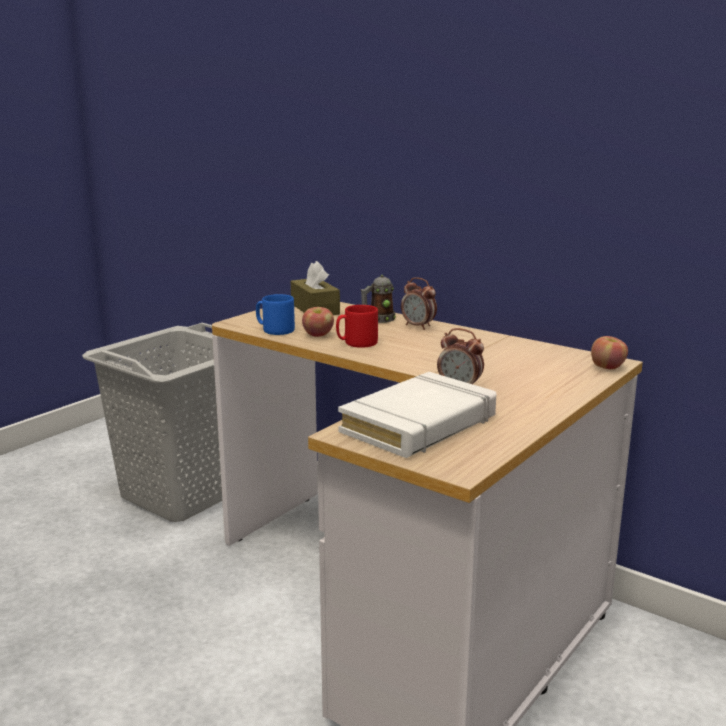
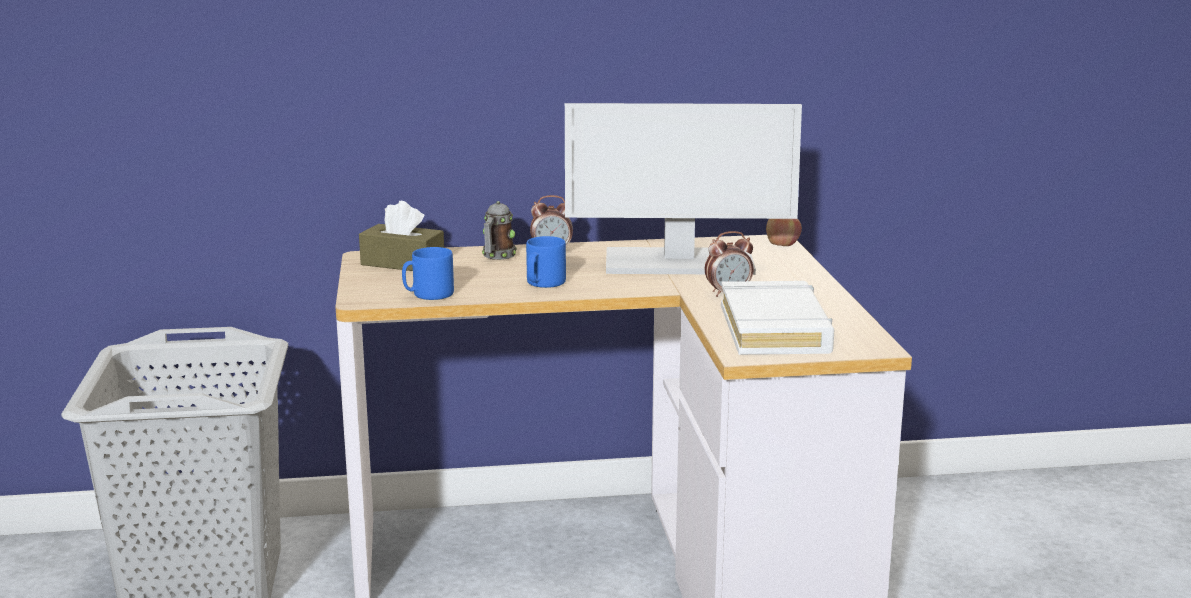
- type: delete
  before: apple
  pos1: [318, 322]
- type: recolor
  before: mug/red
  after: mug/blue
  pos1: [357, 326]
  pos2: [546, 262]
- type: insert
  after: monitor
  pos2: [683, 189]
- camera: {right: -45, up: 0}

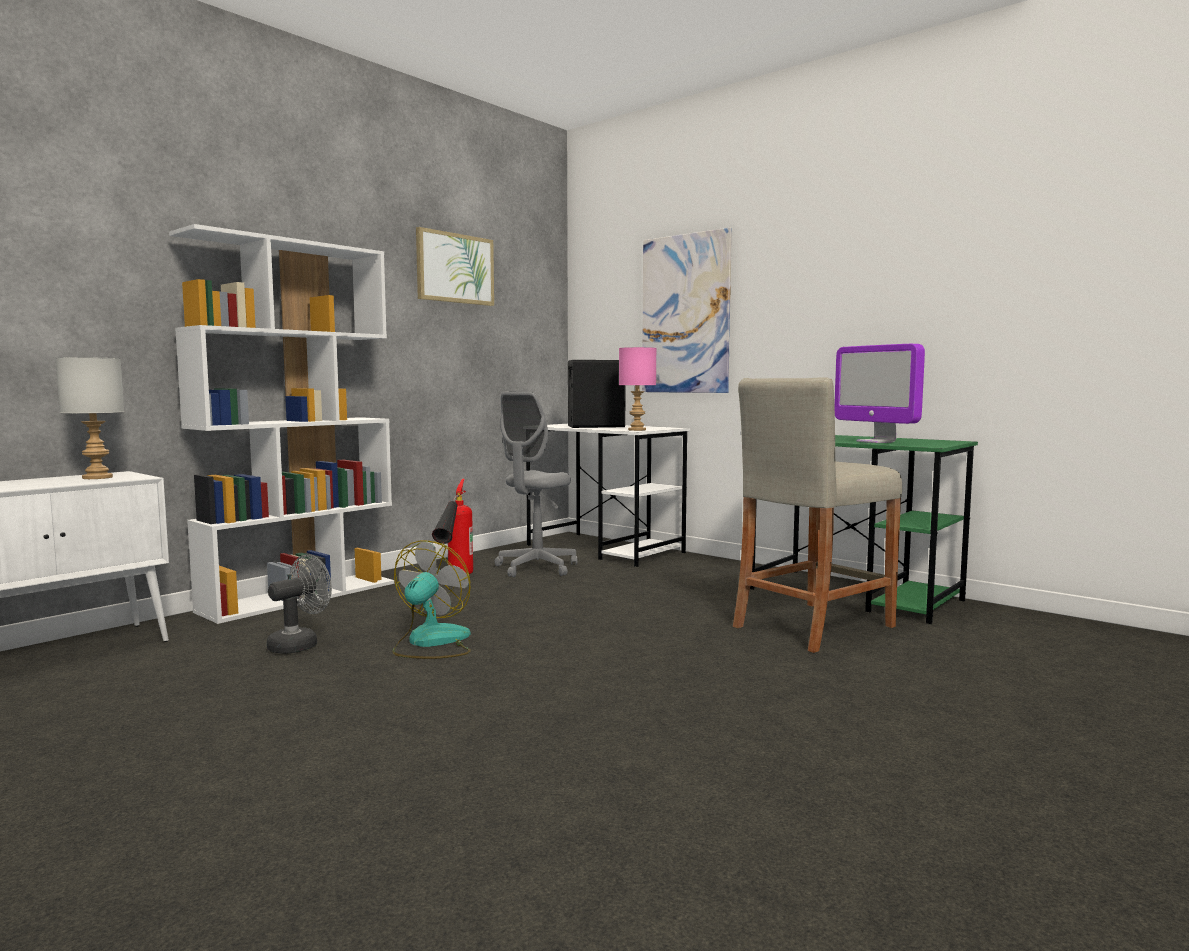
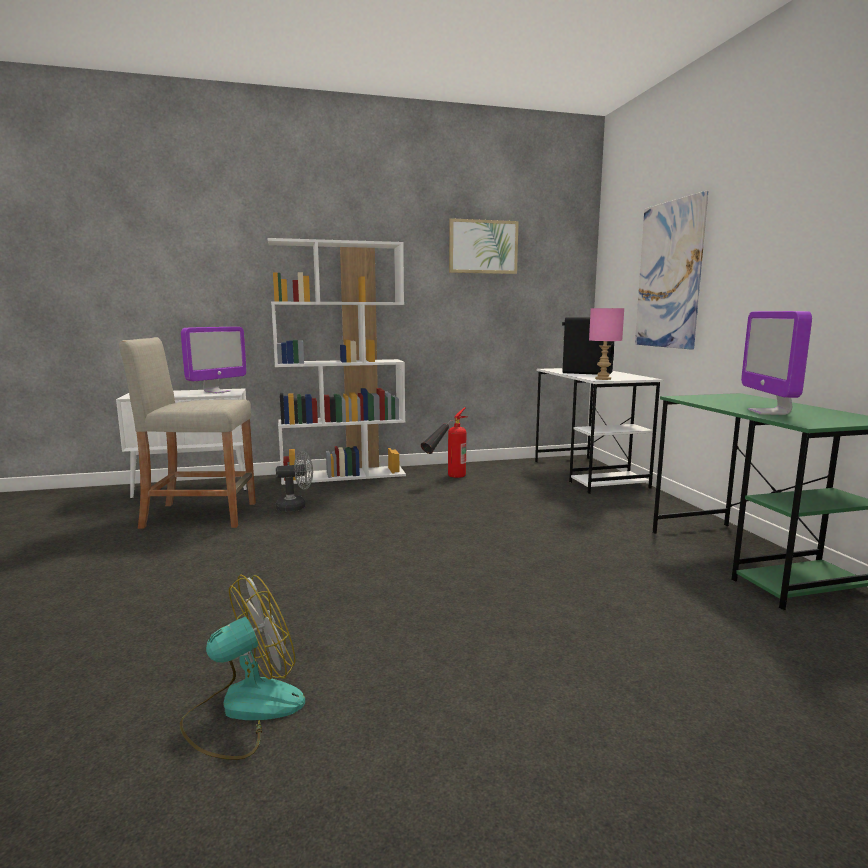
- type: replace
  before: table lamp/grey
  after: monitor
  pos1: [90, 418]
  pos2: [213, 360]
- type: move
  before: fan
  pos1: [432, 599]
  pos2: [242, 667]
- type: delete
  before: office chair/grey
  pos1: [535, 484]
- type: move
  before: stool/beige
  pos1: [817, 515]
  pos2: [187, 433]
- camera: {right: 35, up: 5}

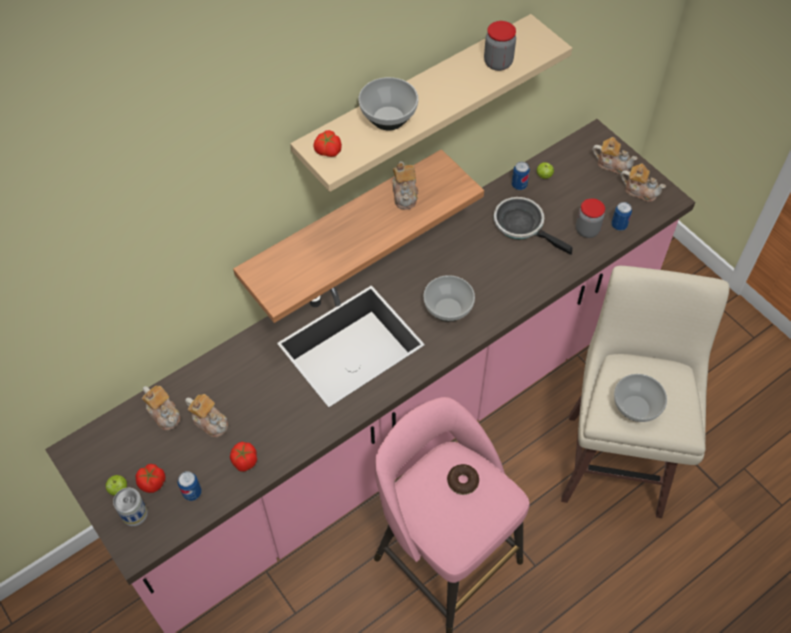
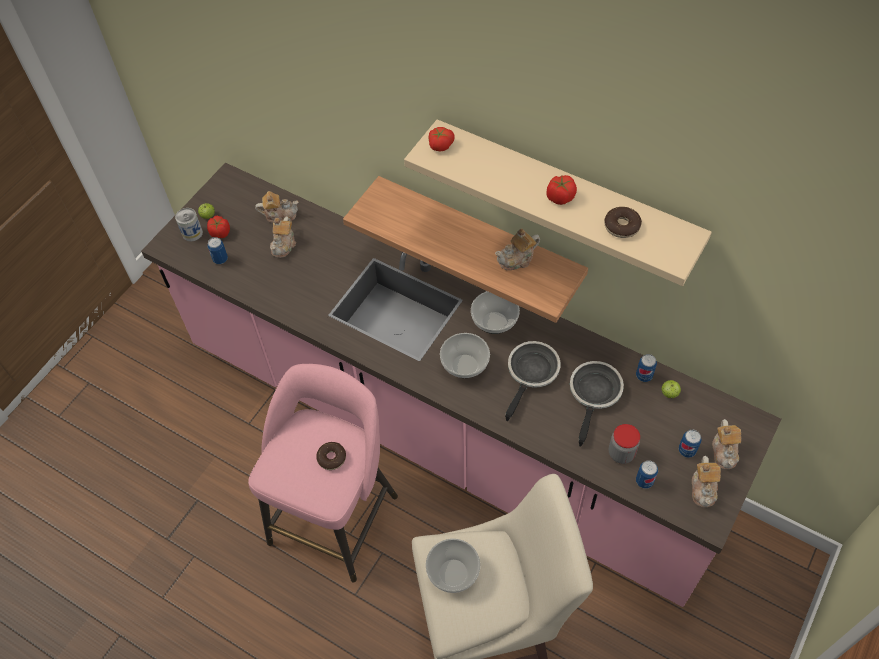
- type: rotate
  before: teapot
  pos1: [161, 408]
  pos2: [277, 207]
  turn: -120
- type: move
  before: tomato
  pos1: [243, 456]
  pos2: [562, 190]
- type: move
  before: bowl
  pos1: [388, 103]
  pos2: [495, 312]
- type: replace
  before: jar
  after: donut
  pos1: [500, 46]
  pos2: [623, 222]
- type: insert
  after: frying pan
  pos2: [533, 381]
- type: insert
  after: can
  pos2: [690, 443]
- camera: {right: 70, up: 0}

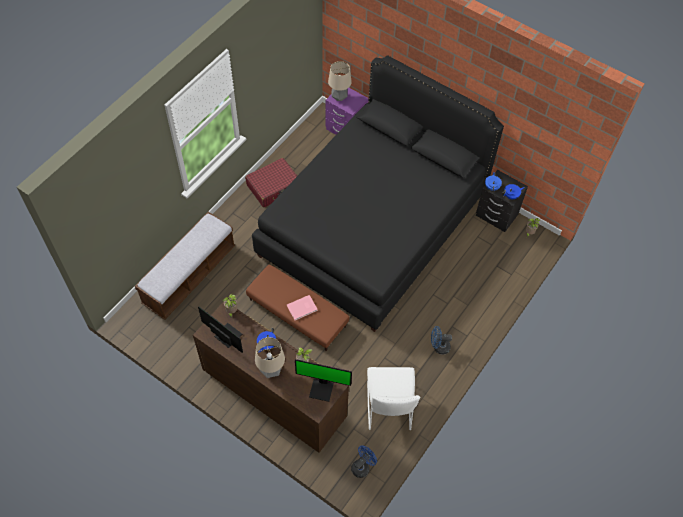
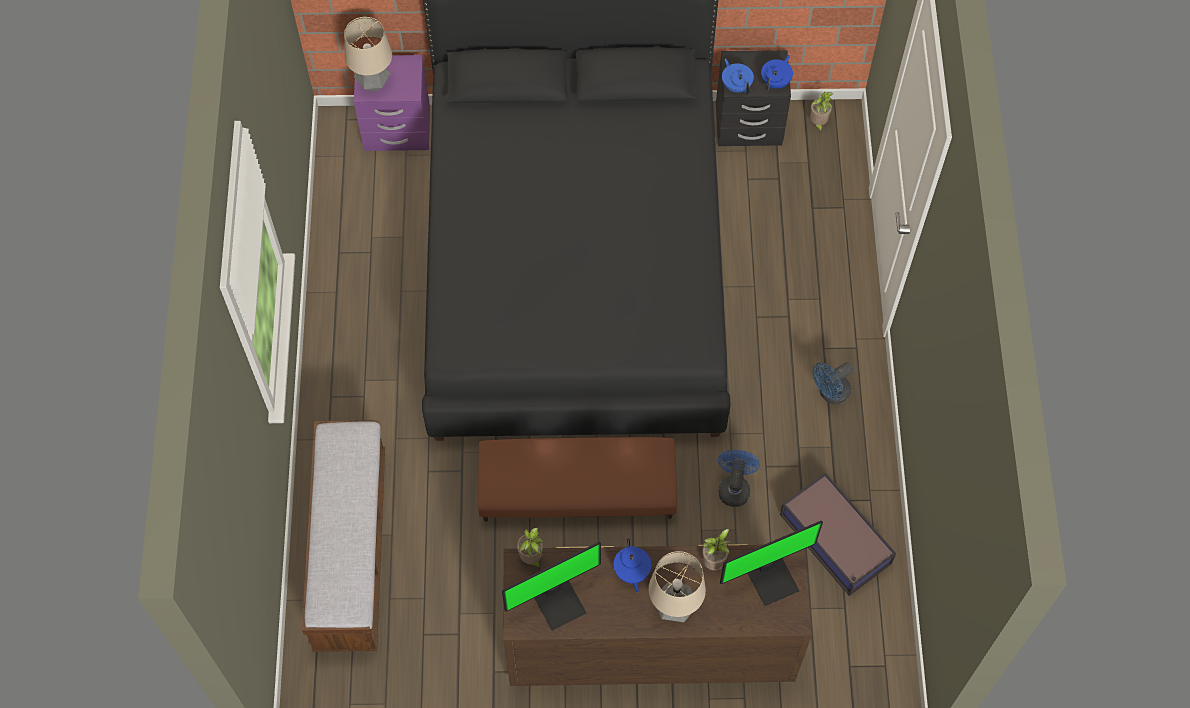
- type: rotate
  before: monitor
  pos1: [220, 329]
  pos2: [551, 586]
  turn: 150
- type: delete
  before: suitcase/red
  pos1: [271, 182]
- type: delete
  before: book/pink
  pos1: [302, 307]
- type: move
  before: fan/blue
  pos1: [364, 461]
  pos2: [739, 478]
- type: replace
  before: chair/white
  after: storage box
  pos1: [393, 398]
  pos2: [838, 534]
- camera: {right: -35, up: 5}

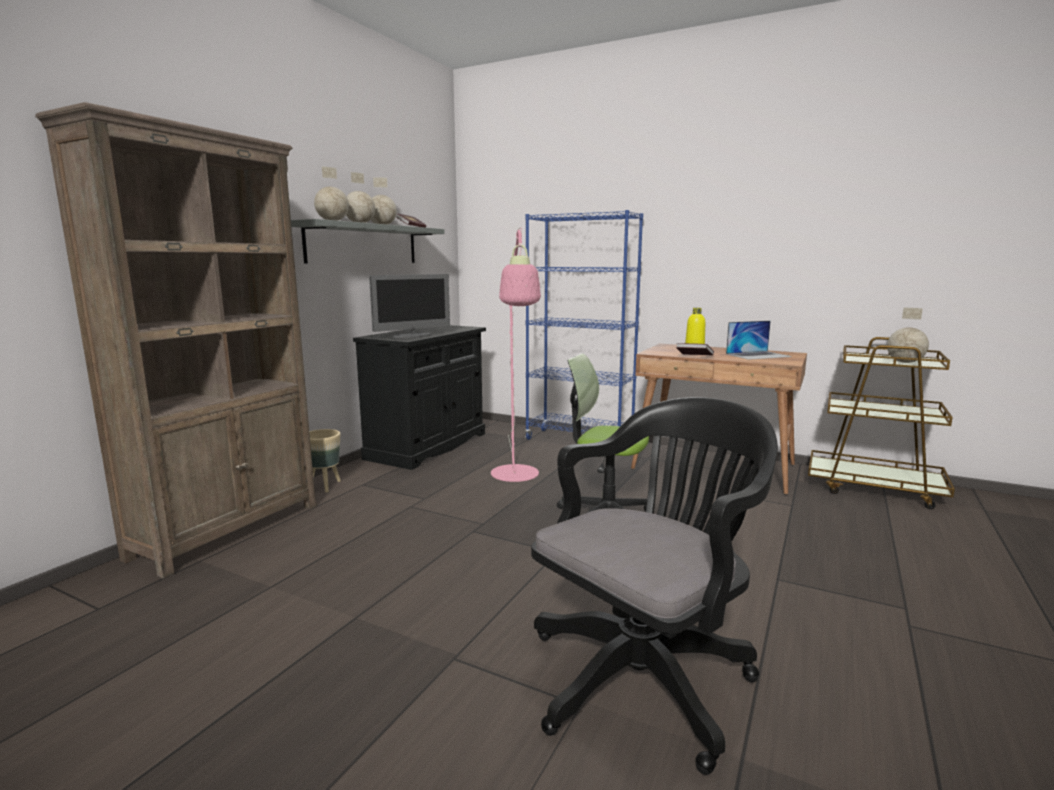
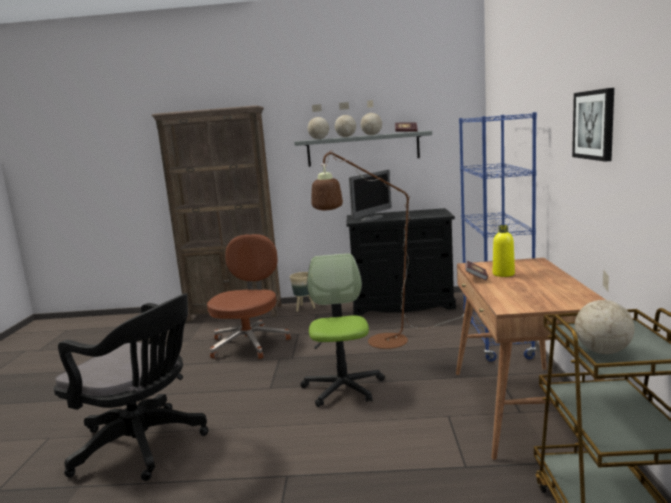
- type: rotate
  before: monitor
  pos1: [409, 306]
  pos2: [370, 196]
  turn: -75
- type: recolor
  before: floor lamp/pink
  after: floor lamp/brown
  pos1: [516, 354]
  pos2: [387, 249]
- type: delete
  before: laptop
  pos1: [759, 340]
- type: insert
  after: office chair/brown
  pos2: [249, 296]
- type: insert
  after: picture
  pos2: [593, 125]
- camera: {right: 65, up: 0}

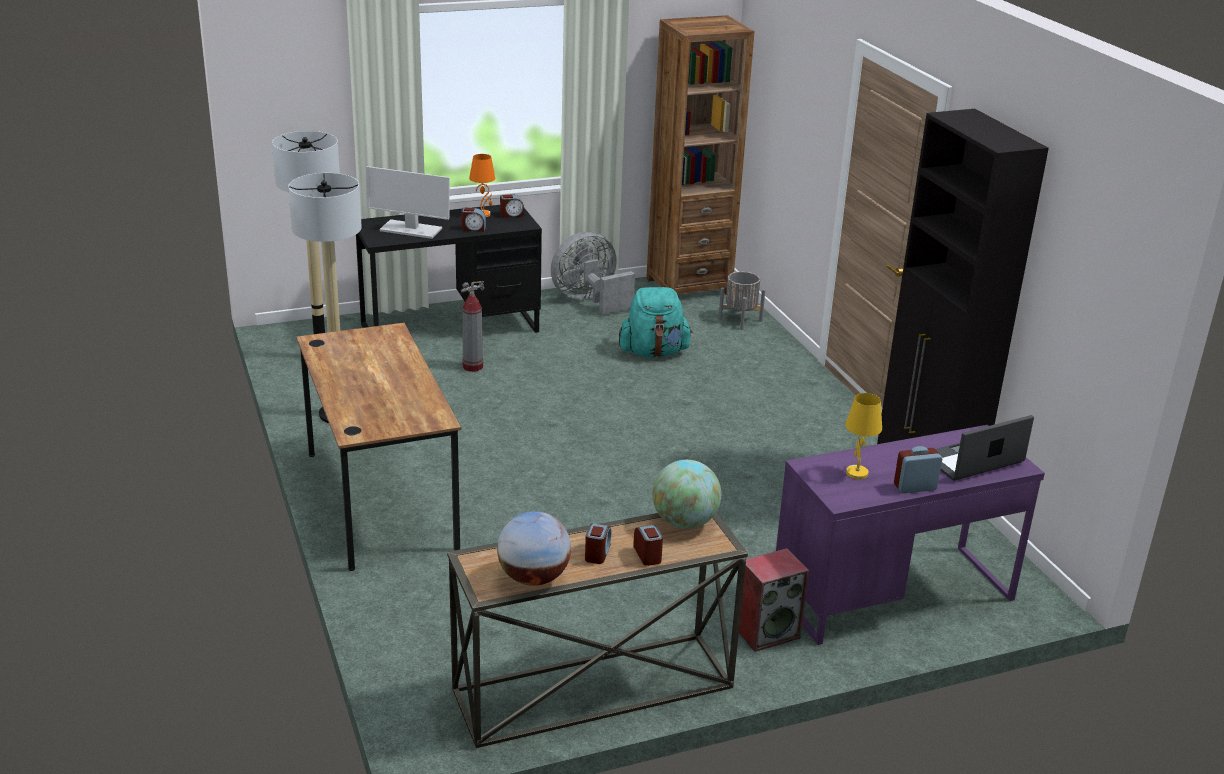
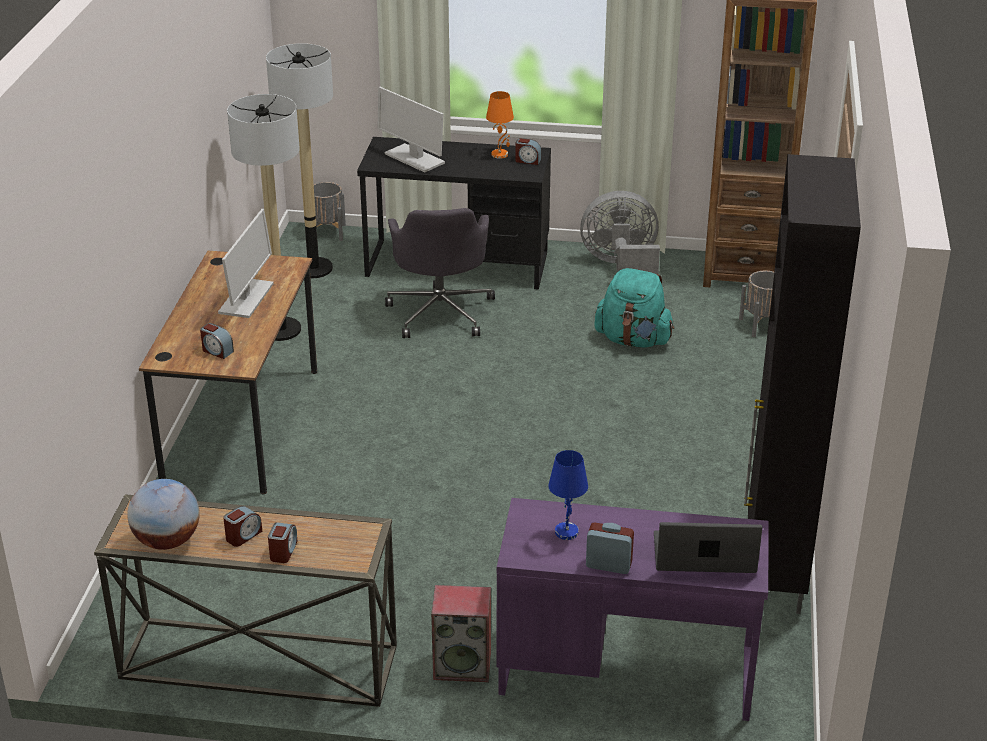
- type: move
  before: alarm clock
  pos1: [473, 220]
  pos2: [217, 341]
- type: replace
  before: fire extinguisher
  after: office chair/grey
  pos1: [472, 326]
  pos2: [440, 273]
- type: delete
  before: globe
  pos1: [686, 494]
- type: recolor
  before: table lamp/yellow
  after: table lamp/blue
  pos1: [863, 436]
  pos2: [568, 495]
- type: insert
  after: monitor
  pos2: [246, 263]
- type: insert
  after: planter/grey
  pos2: [330, 211]
- camera: {right: 30, up: 5}

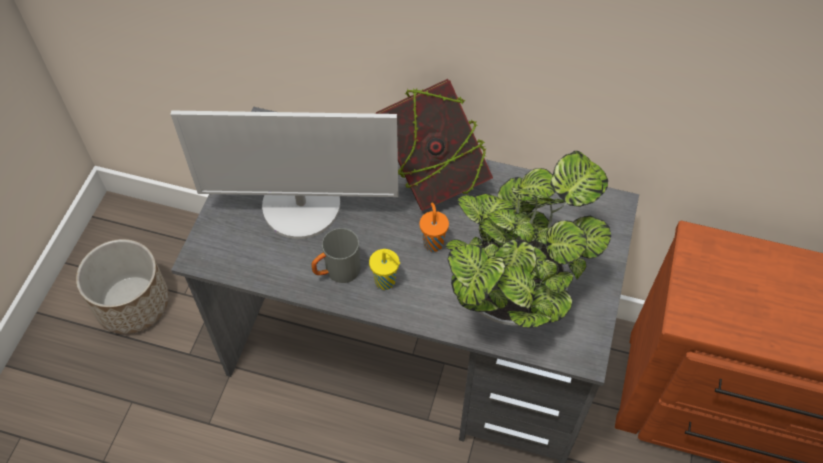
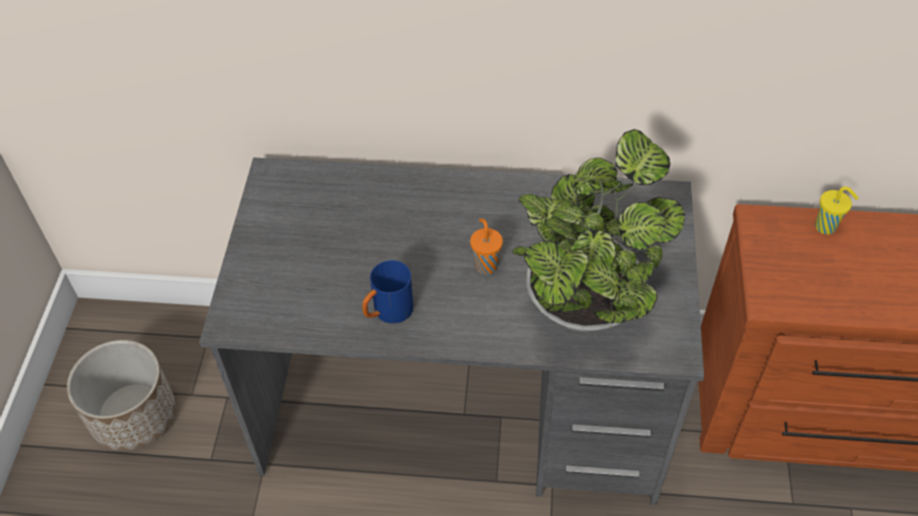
- type: delete
  before: monitor
  pos1: [284, 174]
- type: recolor
  before: mug/grey
  after: mug/blue
  pos1: [336, 255]
  pos2: [387, 292]
- type: move
  before: cup/yellow
  pos1: [384, 269]
  pos2: [836, 210]
- type: delete
  before: book
  pos1: [434, 145]
- camera: {right: -10, up: -5}

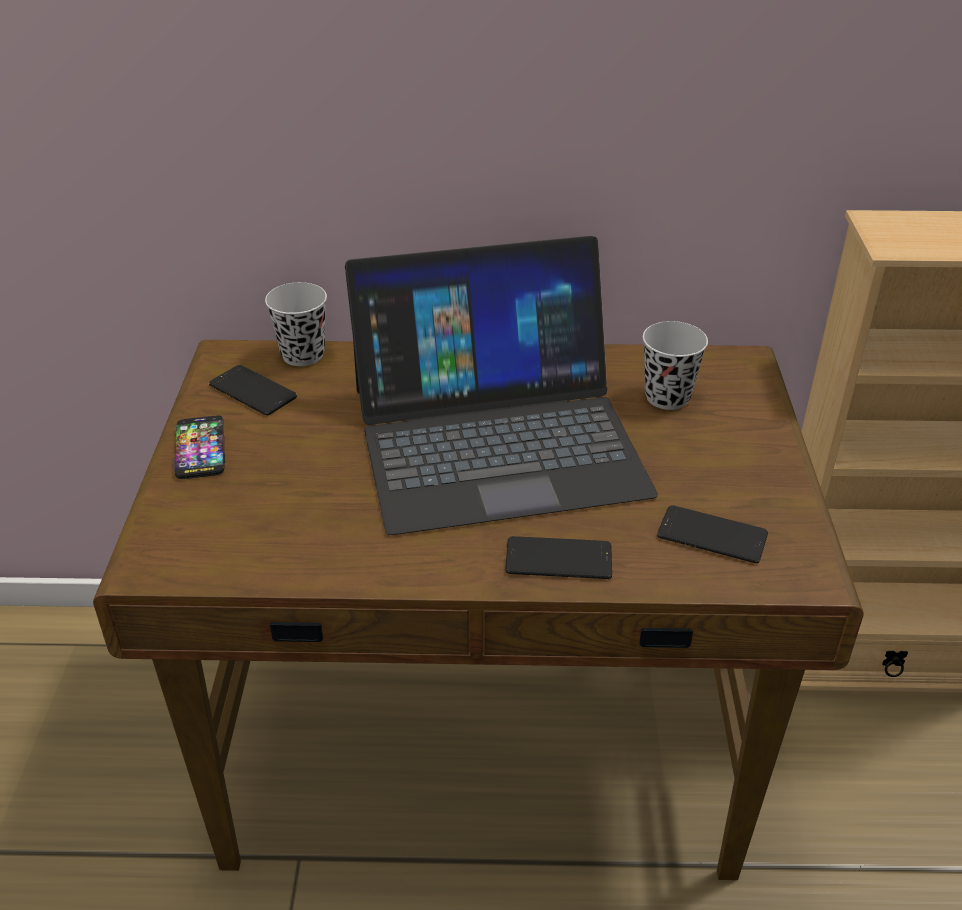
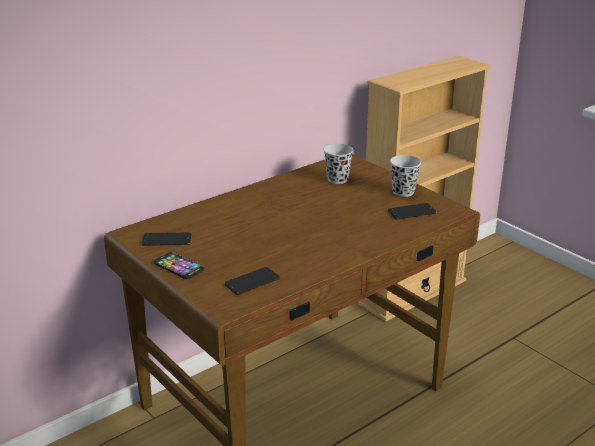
- type: move
  before: cup/black
  pos1: [296, 324]
  pos2: [405, 176]
- type: delete
  before: laptop
  pos1: [501, 385]
- type: move
  before: phone
  pos1: [558, 557]
  pos2: [252, 281]
- camera: {right: -40, up: -10}

